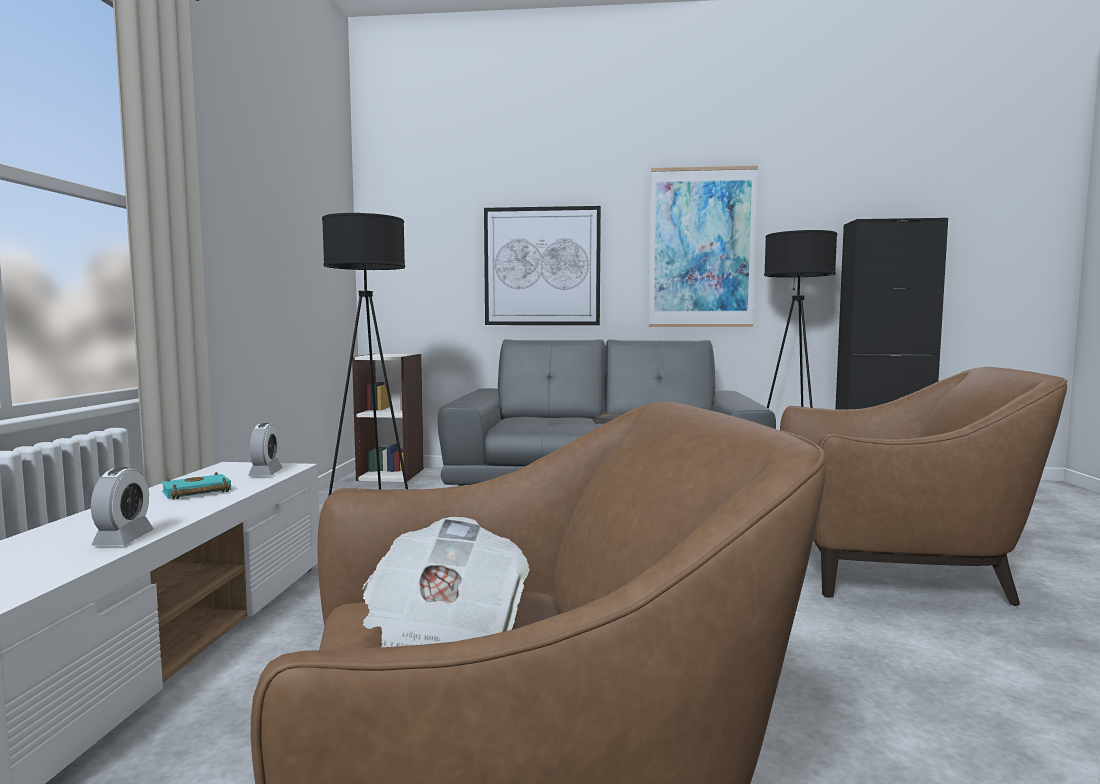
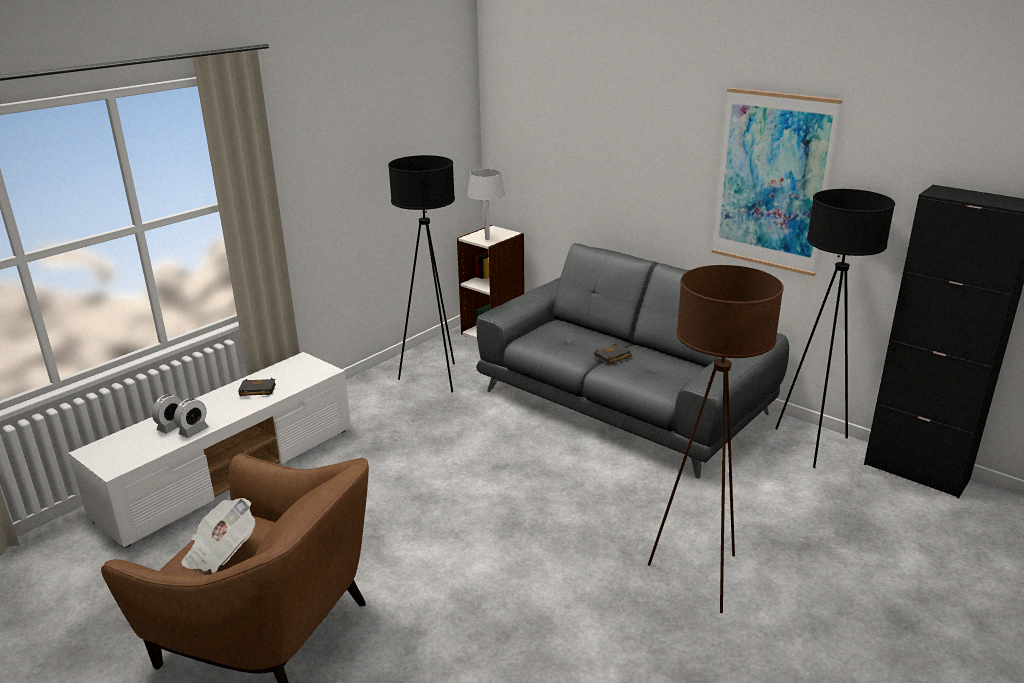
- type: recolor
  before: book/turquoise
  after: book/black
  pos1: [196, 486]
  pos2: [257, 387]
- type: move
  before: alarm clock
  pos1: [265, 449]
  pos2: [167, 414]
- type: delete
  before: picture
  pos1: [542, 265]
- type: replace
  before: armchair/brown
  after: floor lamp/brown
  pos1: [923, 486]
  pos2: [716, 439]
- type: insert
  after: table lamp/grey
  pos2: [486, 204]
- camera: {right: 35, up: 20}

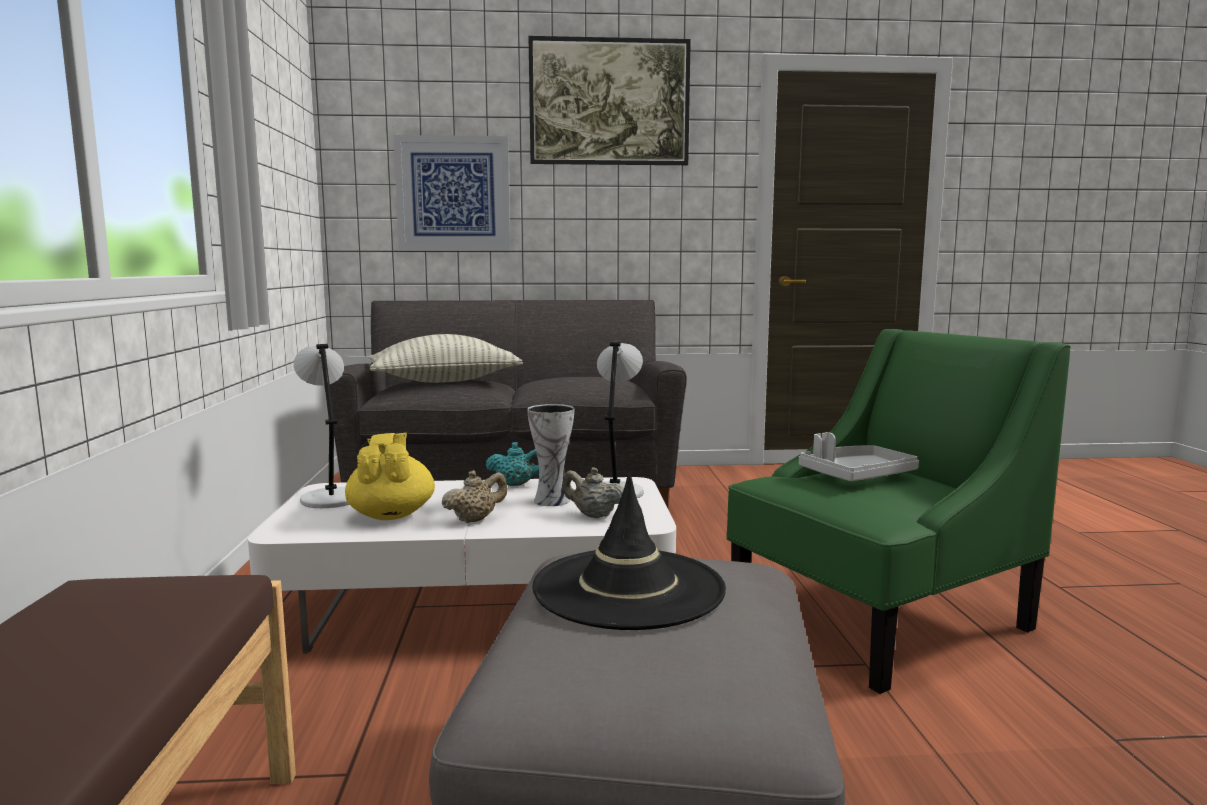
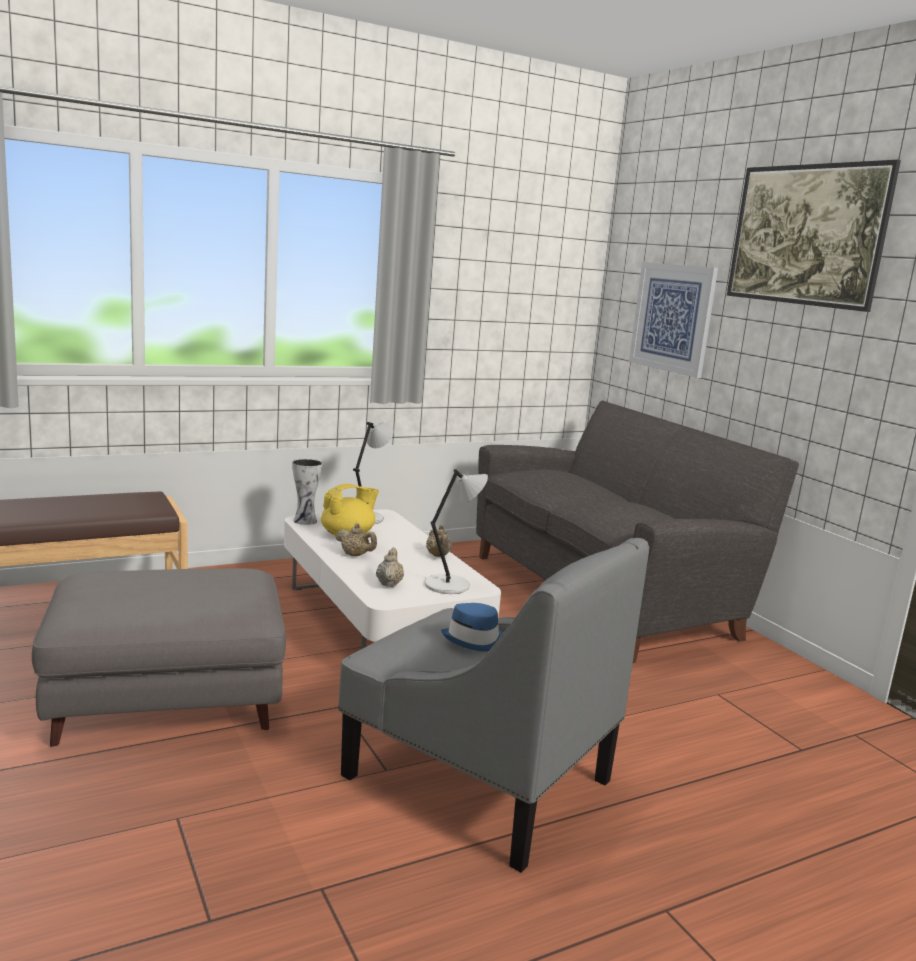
- type: delete
  before: pillow
  pos1: [446, 358]
- type: recolor
  before: teapot/turquoise
  after: teapot/beige
  pos1: [512, 464]
  pos2: [439, 541]
- type: move
  before: vase
  pos1: [550, 455]
  pos2: [307, 492]
- type: delete
  before: hat/black
  pos1: [629, 551]
- type: recolor
  before: armchair/green
  after: armchair/grey
  pos1: [898, 511]
  pos2: [493, 705]
- type: replace
  before: tray/grey
  after: hat/blue
  pos1: [859, 456]
  pos2: [472, 627]
- camera: {right: 65, up: 5}

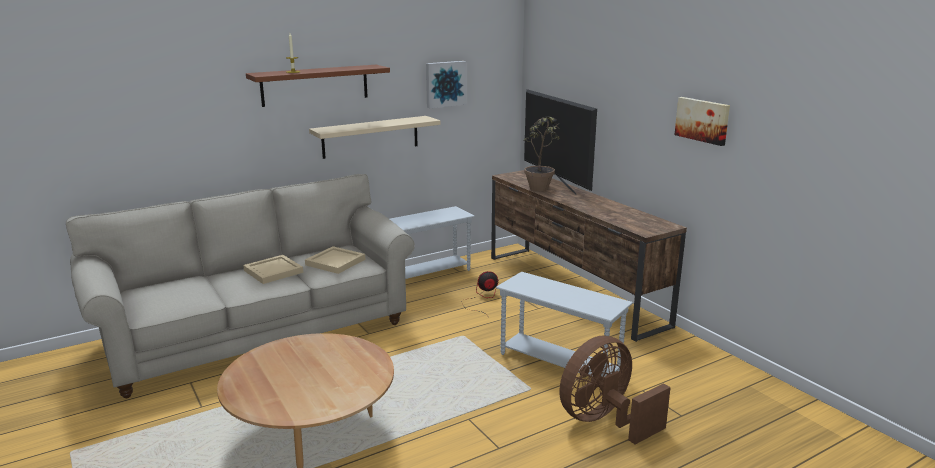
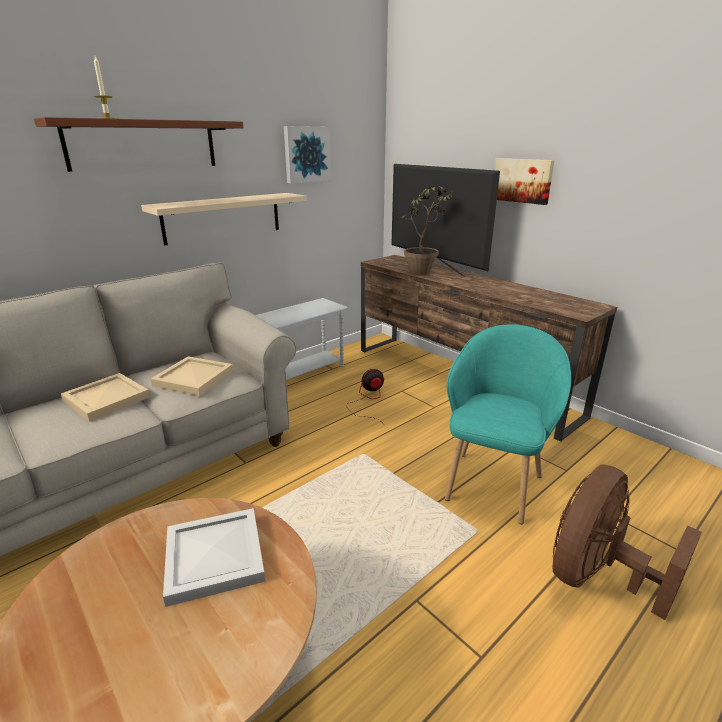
- type: replace
  before: side table/white
  after: armchair/turquoise
  pos1: [564, 324]
  pos2: [508, 424]
- type: move
  before: picture
  pos1: [702, 121]
  pos2: [525, 181]
- type: insert
  after: tray/white
  pos2: [214, 557]
- camera: {right: -10, up: 5}

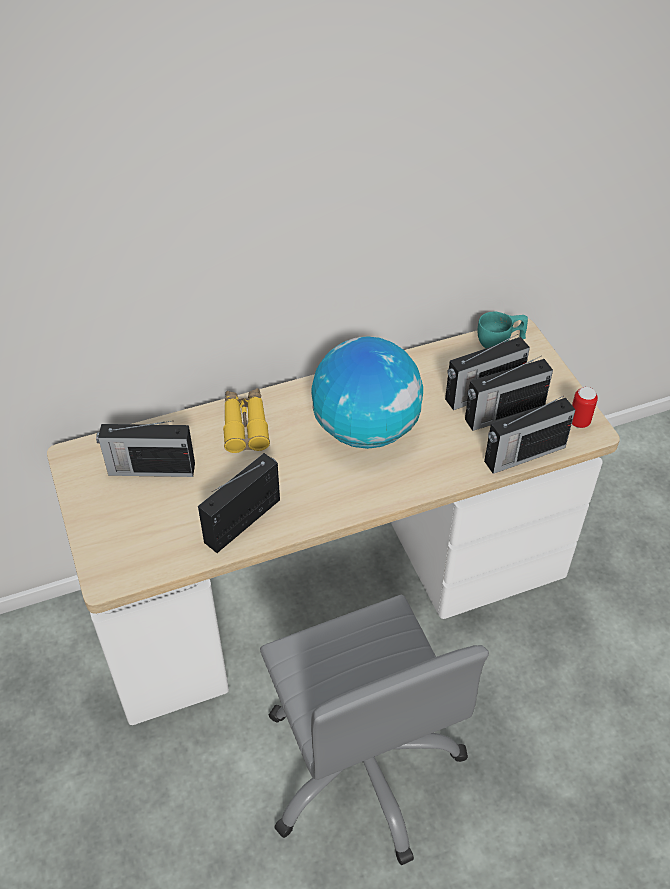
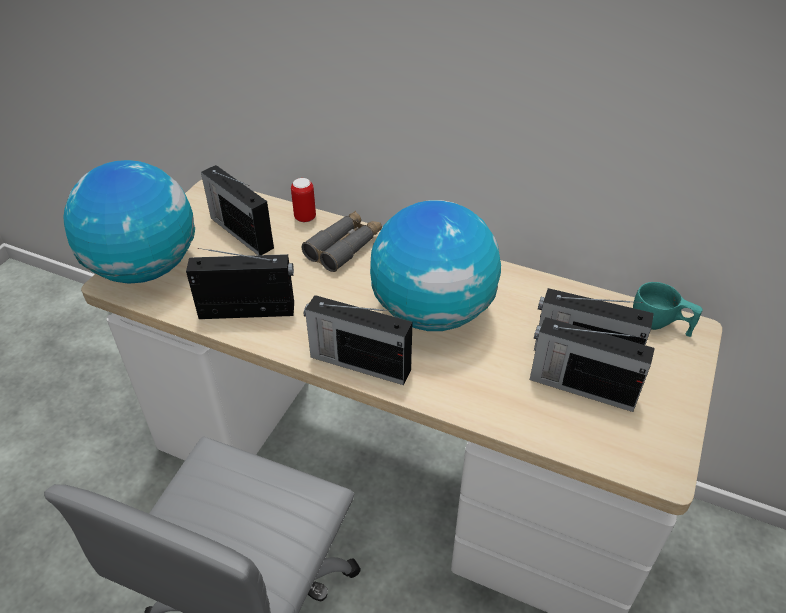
- type: recolor
  before: binoculars/yellow
  after: binoculars/grey
  pos1: [246, 420]
  pos2: [342, 241]
- type: move
  before: radio
  pos1: [529, 435]
  pos2: [358, 340]
- type: move
  before: can
  pos1: [585, 407]
  pos2: [303, 200]
- type: insert
  after: globe
  pos2: [129, 222]
- camera: {right: 45, up: -5}

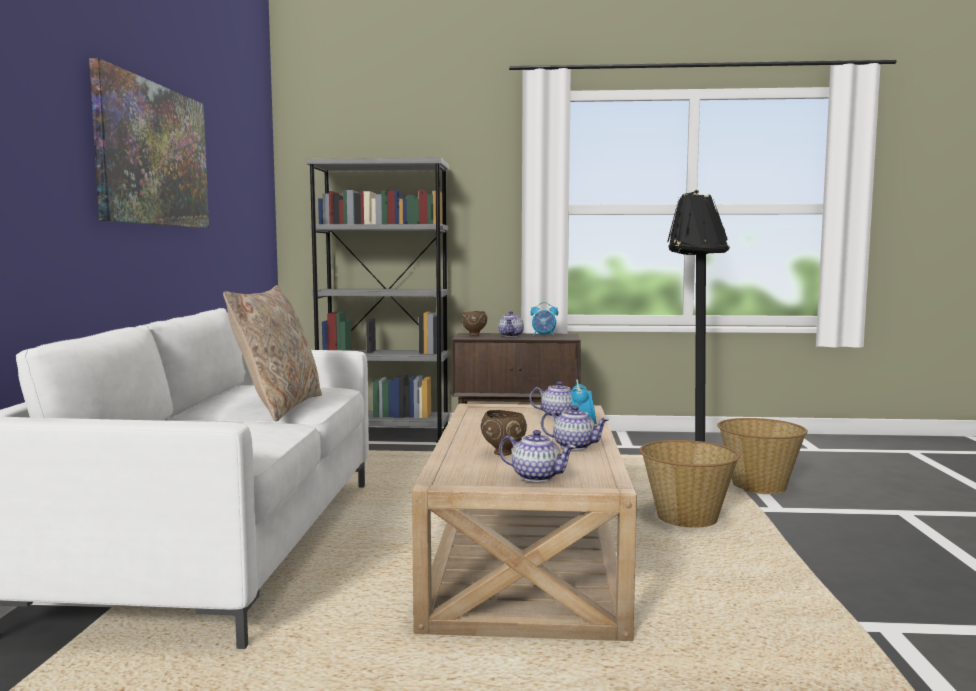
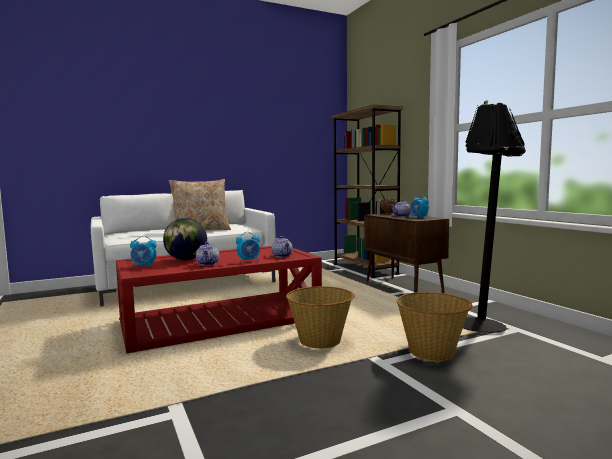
- type: delete
  before: picture
  pos1: [149, 143]
- type: recolor
  before: bookcase/grey
  after: bookcase/brown
  pos1: [377, 300]
  pos2: [367, 191]
- type: recolor
  before: coffee table/beige
  after: coffee table/red
  pos1: [524, 522]
  pos2: [219, 299]
- type: replace
  before: bowl/brown
  after: globe
  pos1: [504, 433]
  pos2: [185, 239]
- type: replace
  before: teapot
  after: alarm clock
  pos1: [537, 456]
  pos2: [143, 252]
- camera: {right: 60, up: 0}

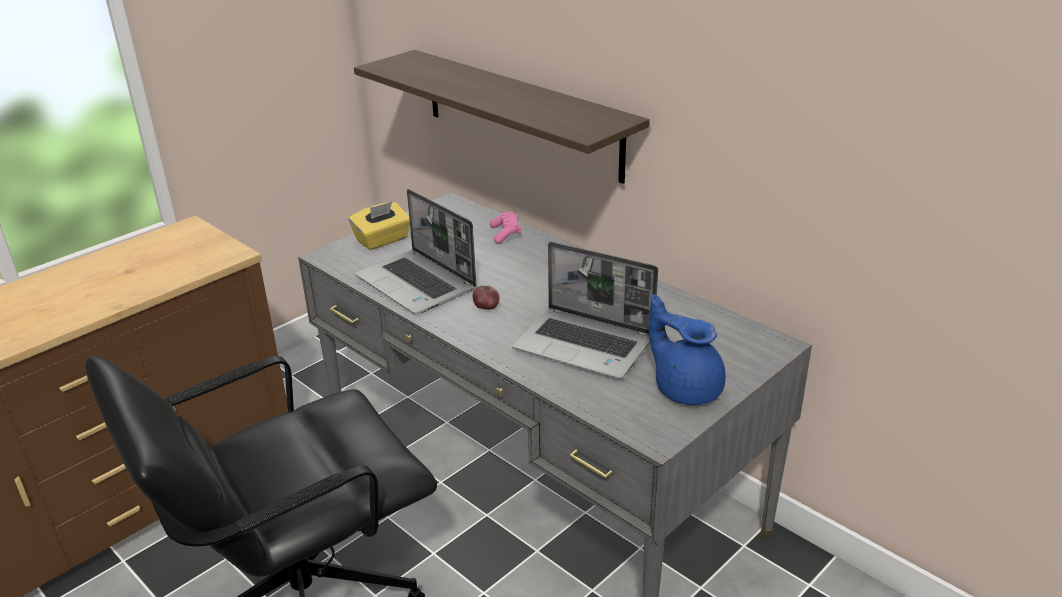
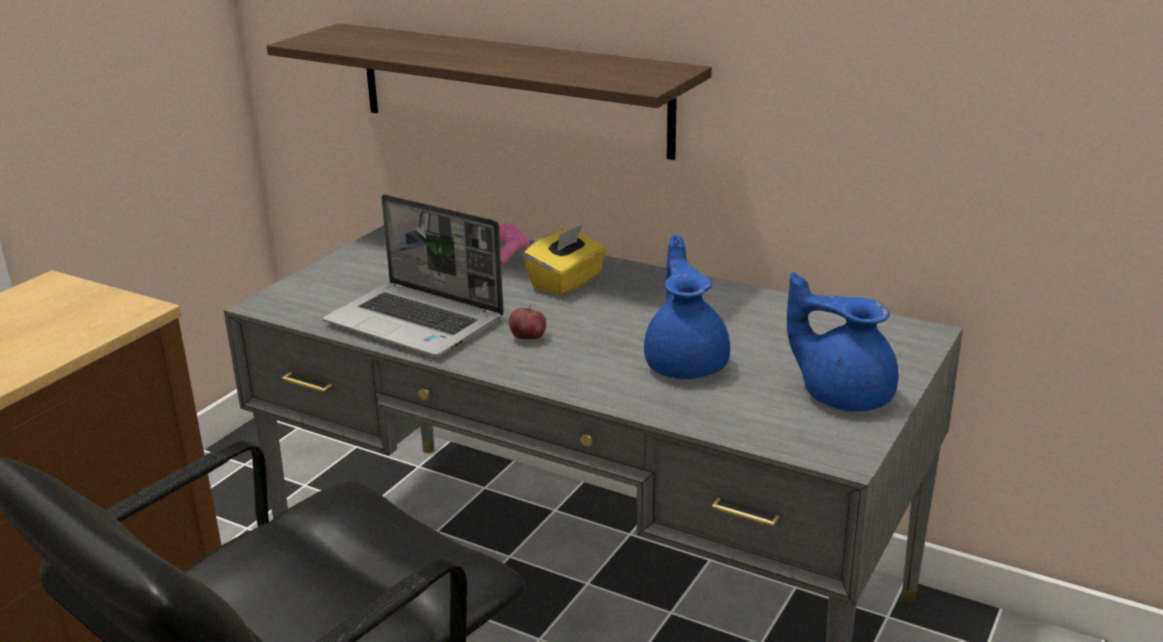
- type: move
  before: tissue box/yellow
  pos1: [379, 226]
  pos2: [565, 260]
- type: replace
  before: laptop
  after: teapot/blue
  pos1: [585, 310]
  pos2: [687, 306]
- camera: {right: -15, up: -5}

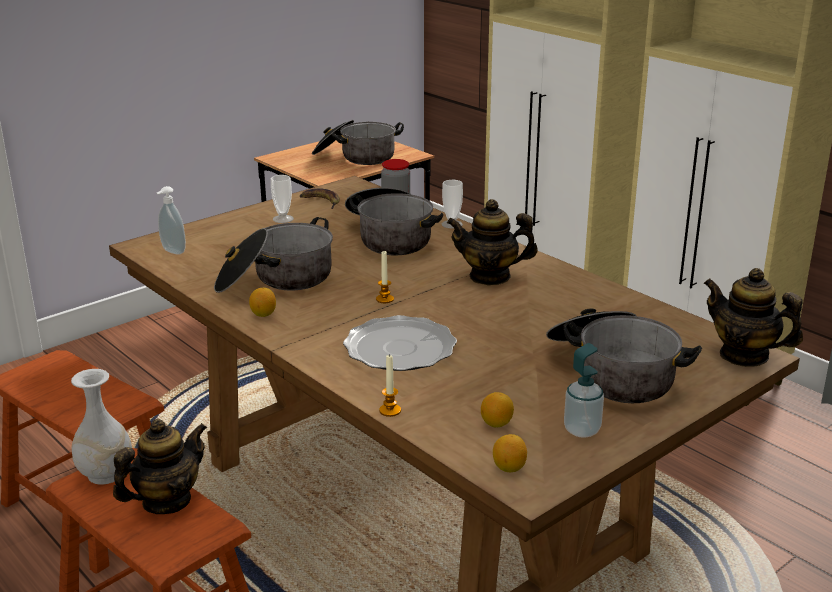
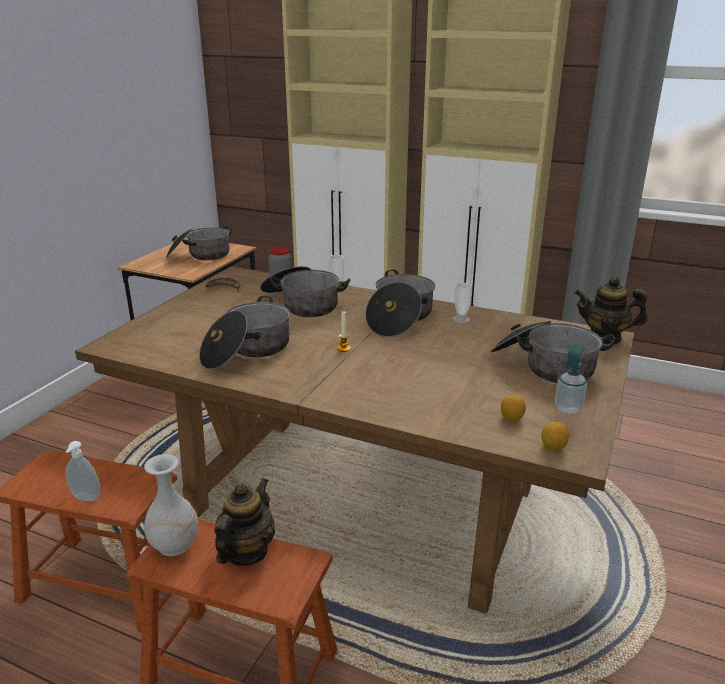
- type: move
  before: soap dispenser
  pos1: [171, 220]
  pos2: [83, 471]
- type: delete
  before: lemon
  pos1: [262, 302]
- type: move
  before: cup
  pos1: [282, 199]
  pos2: [462, 302]
- type: delete
  before: plate
  pos1: [400, 343]
- type: delete
  before: candle
  pos1: [390, 385]
- type: replace
  before: teapot
  after: cooking pot
  pos1: [492, 242]
  pos2: [400, 303]
- camera: {right: -25, up: 0}

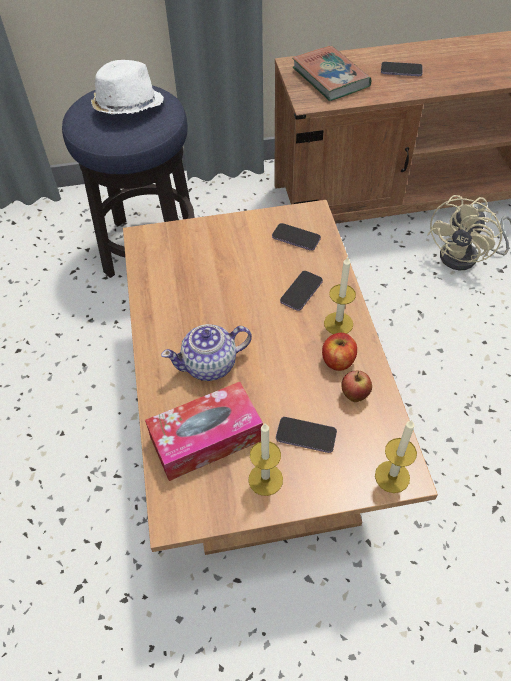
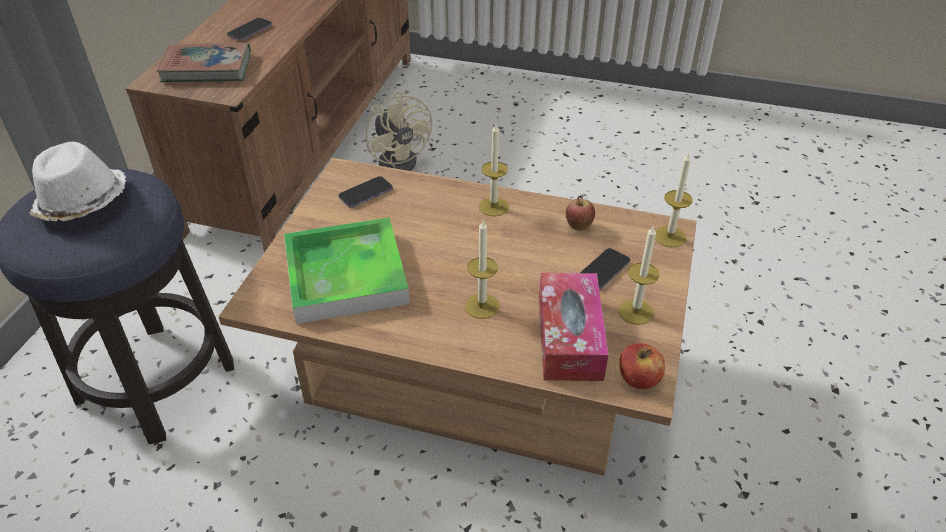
- type: replace
  before: teapot
  after: candle
  pos1: [206, 352]
  pos2: [482, 269]
- type: delete
  before: phone
  pos1: [301, 291]
- type: move
  before: apple
  pos1: [339, 352]
  pos2: [642, 366]
- type: insert
  after: tray
  pos2: [347, 270]
- camera: {right: -65, up: -10}

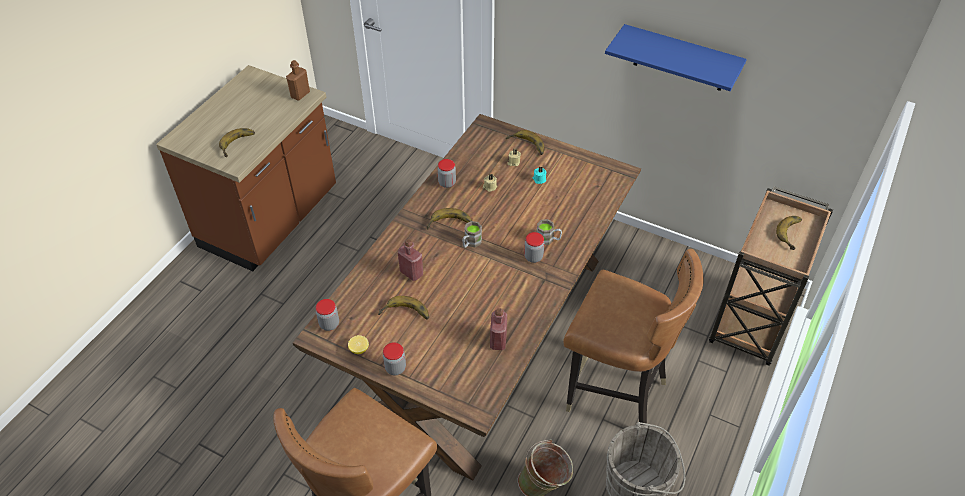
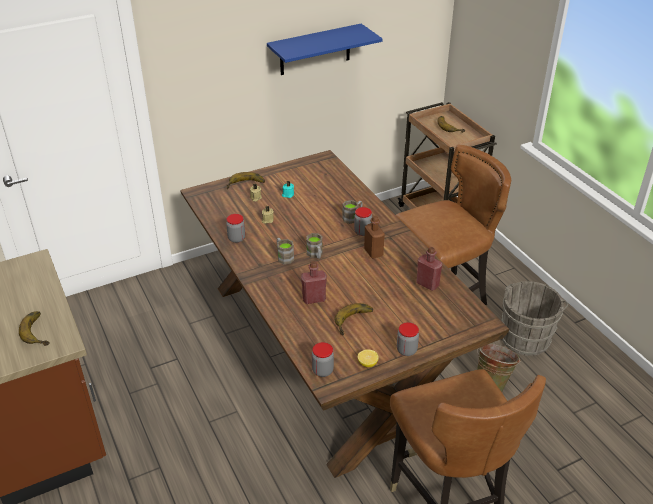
- type: move
  before: bottle/brown
  pos1: [298, 80]
  pos2: [374, 237]
- type: replace
  before: banana
  after: mug/brown
  pos1: [449, 219]
  pos2: [285, 251]
- camera: {right: -55, up: -10}

